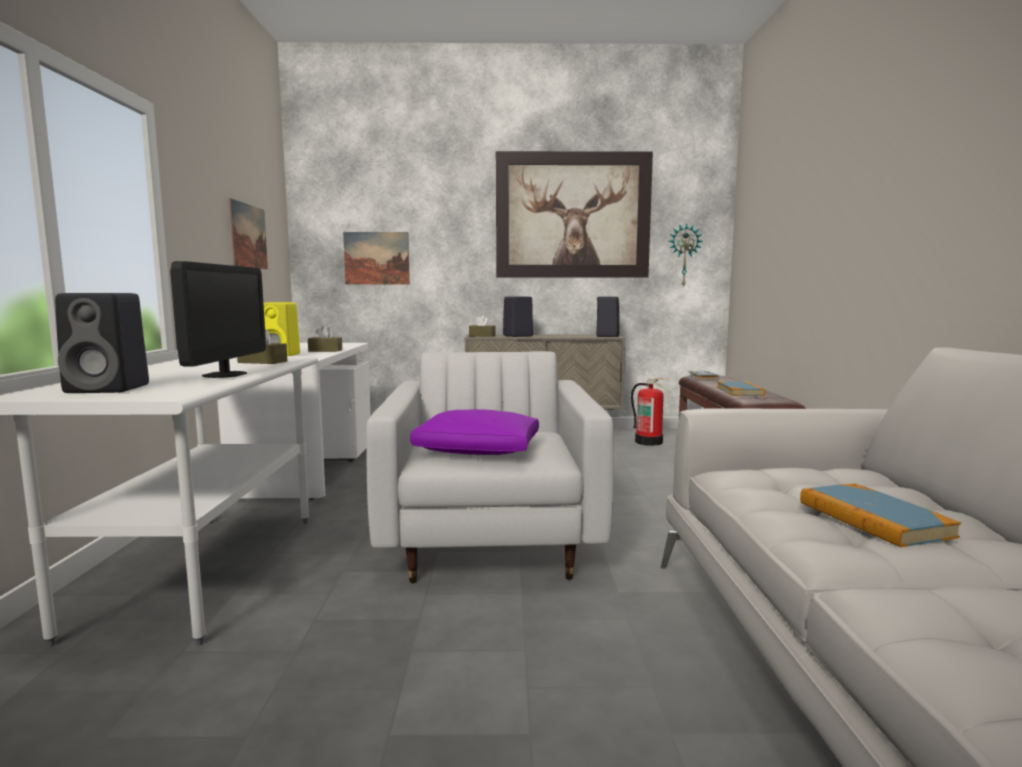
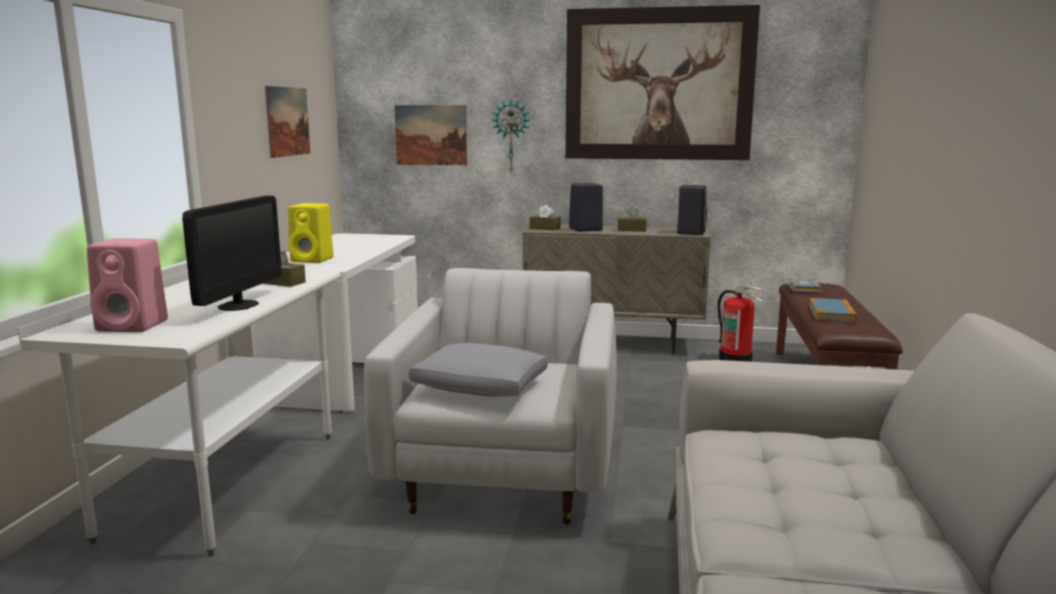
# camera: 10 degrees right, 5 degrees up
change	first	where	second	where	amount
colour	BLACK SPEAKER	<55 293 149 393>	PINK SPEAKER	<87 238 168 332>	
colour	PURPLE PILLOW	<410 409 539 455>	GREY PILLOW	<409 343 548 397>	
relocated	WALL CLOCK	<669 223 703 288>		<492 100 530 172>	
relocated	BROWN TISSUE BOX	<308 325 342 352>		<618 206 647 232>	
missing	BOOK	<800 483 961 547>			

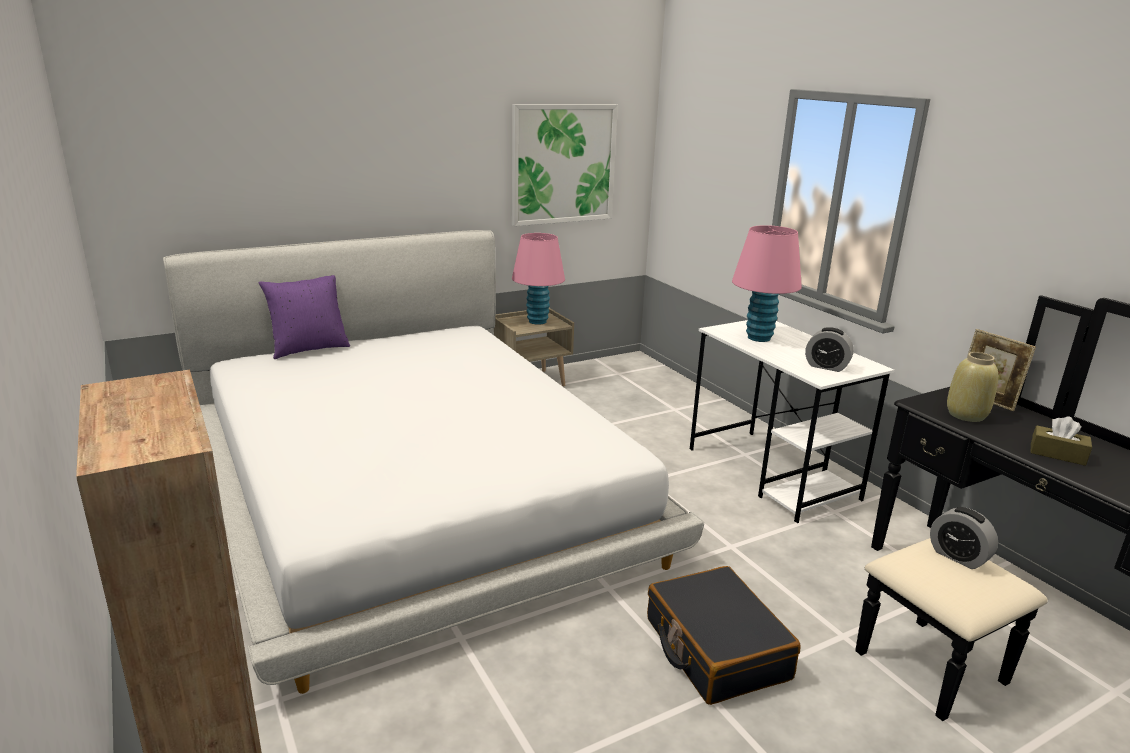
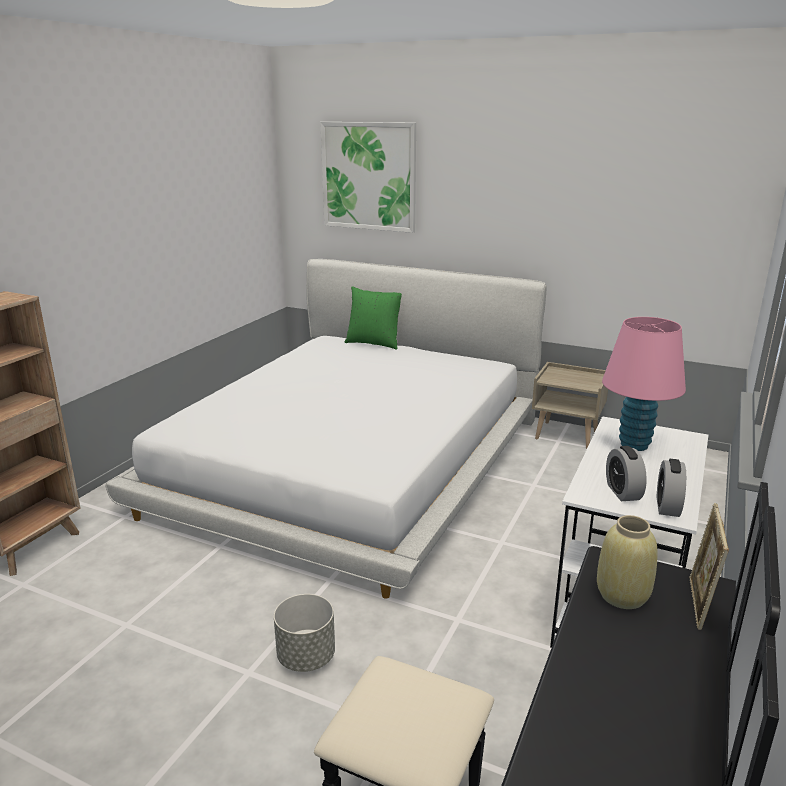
# camera: 55 degrees right, 0 degrees up
change	first	where	second	where	amount
exchanged	BLACK SUITCASE	<647 566 801 705>	GREY PLANTER	<274 594 335 672>	
relocated	PICTURE	<512 104 618 226>		<320 122 416 233>	
colour	PURPLE PILLOW	<259 275 350 359>	GREEN PILLOW	<345 286 402 350>	
relocated	ALARM CLOCK	<930 507 998 569>		<657 459 686 517>	
missing	PINK TABLE LAMP	<512 233 565 325>			
missing	BROWN TISSUE BOX	<1031 416 1092 466>			

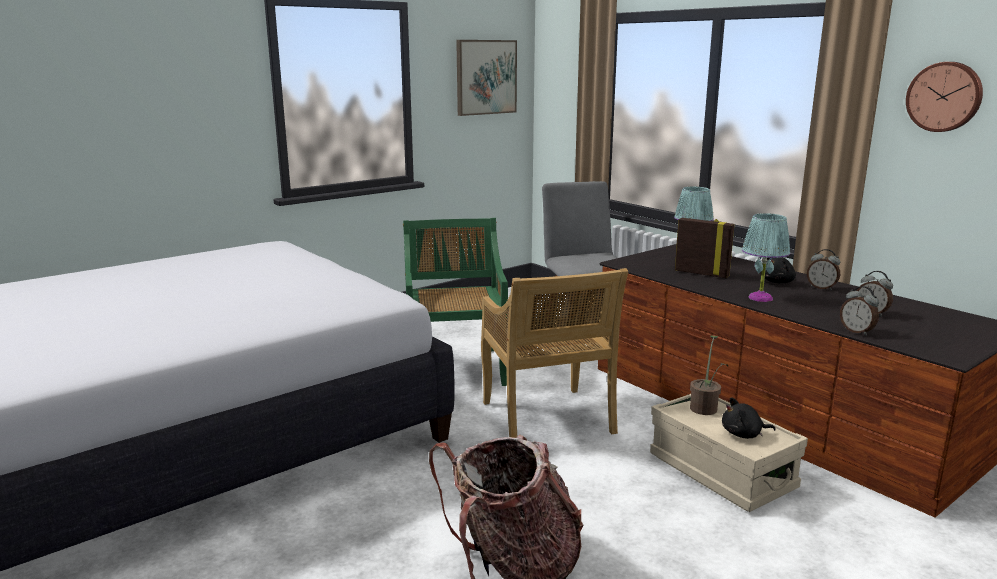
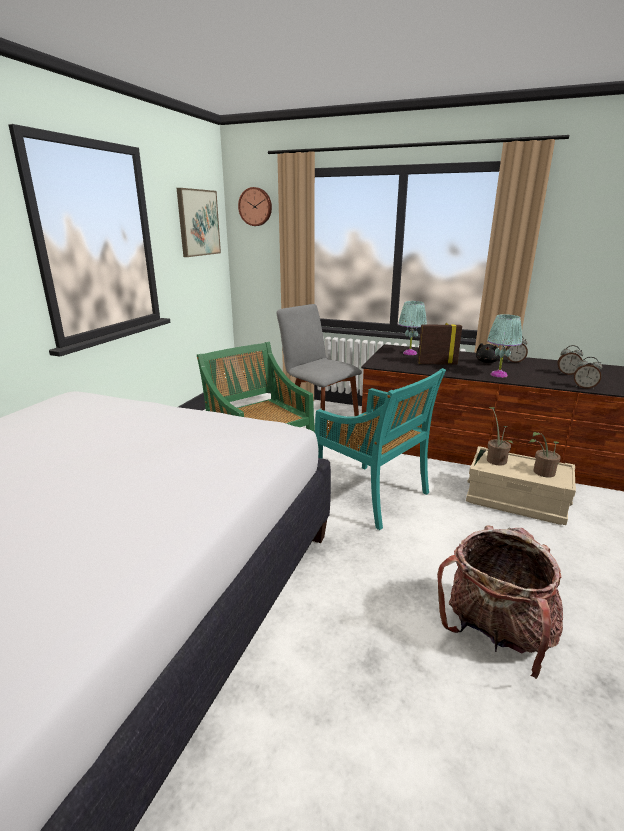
# camera: 30 degrees left, 5 degrees up
change	first	where	second	where	amount
relocated	WALL CLOCK	<906 62 983 132>		<238 187 272 226>	
colour	BEIGE CHAIR	<481 268 628 438>	TURQUOISE CHAIR	<315 368 446 530>	
exchanged	BLACK PLUSH TOY	<722 398 776 439>	POTTED PLANT	<529 432 561 478>	

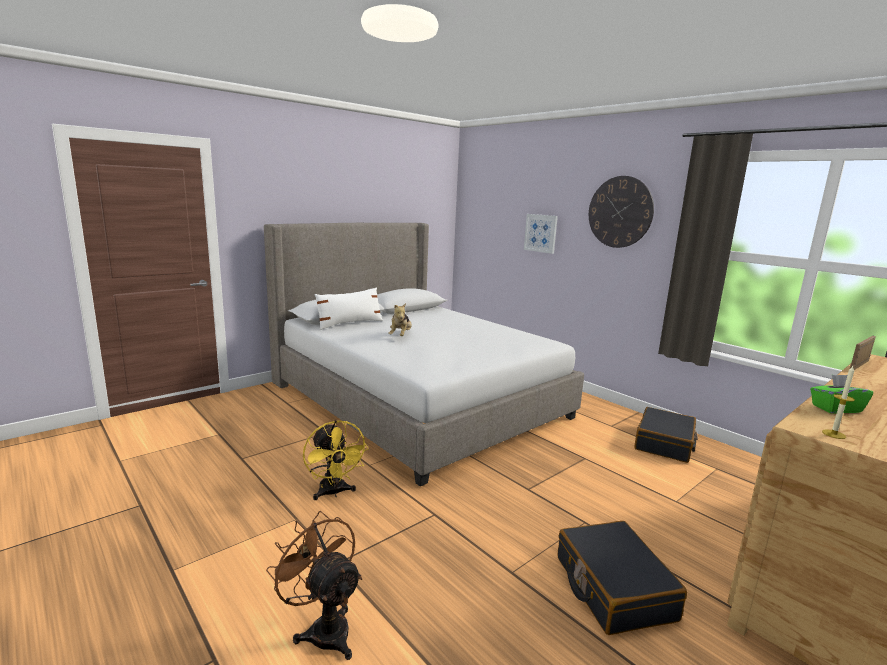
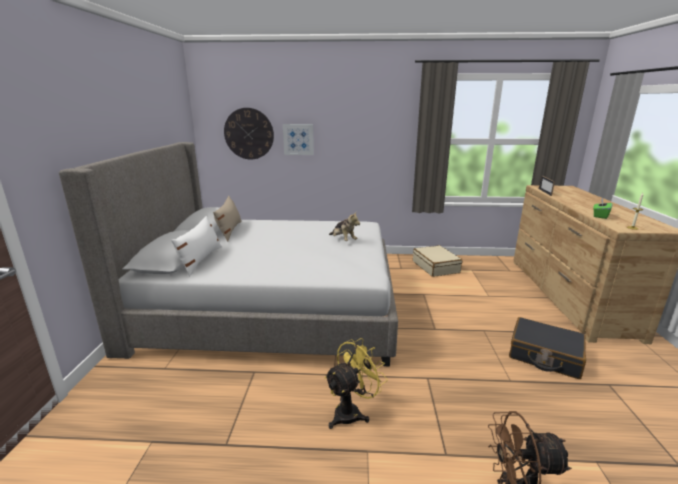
# camera: 45 degrees left, 5 degrees up
change	first	where	second	where	amount
appeared			BEIGE PILLOW	<213 196 242 242>	
relocated	WALL CLOCK	<589 176 654 248>		<224 108 274 160>	
spun	YELLOW FAN	<303 420 369 500>		<324 338 388 429>	60 degrees counterclockwise
relocated	PLUSH TOY	<388 303 412 336>		<329 212 360 241>	
colour	BLACK SUITCASE	<634 407 698 463>	BEIGE SUITCASE	<413 245 462 277>	

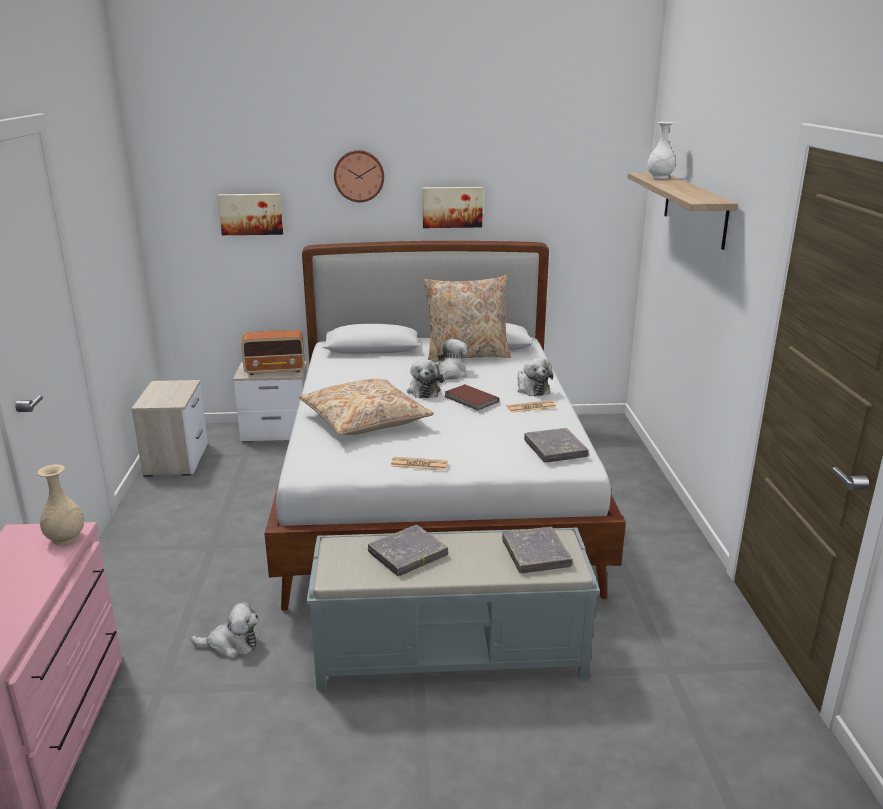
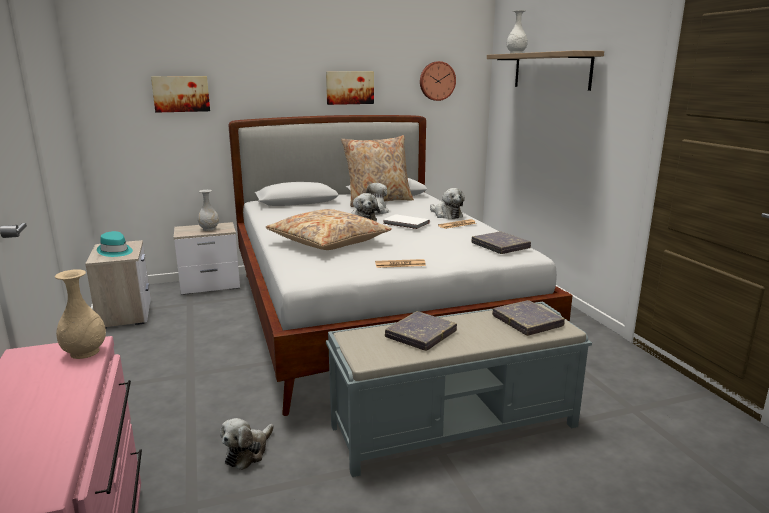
# camera: 15 degrees left, 5 degrees down
change	first	where	second	where	amount
appeared			TURQUOISE HAT	<97 231 133 257>	
exchanged	RADIO	<241 330 304 375>	WHITE VASE	<198 190 219 231>	
spun	PLUSH TOY	<191 602 259 659>		<220 418 274 470>	135 degrees clockwise
colour	BROWN BOOK	<444 384 499 411>	WHITE BOOK	<383 214 430 229>	
relocated	WALL CLOCK	<334 150 384 202>		<420 61 456 101>	

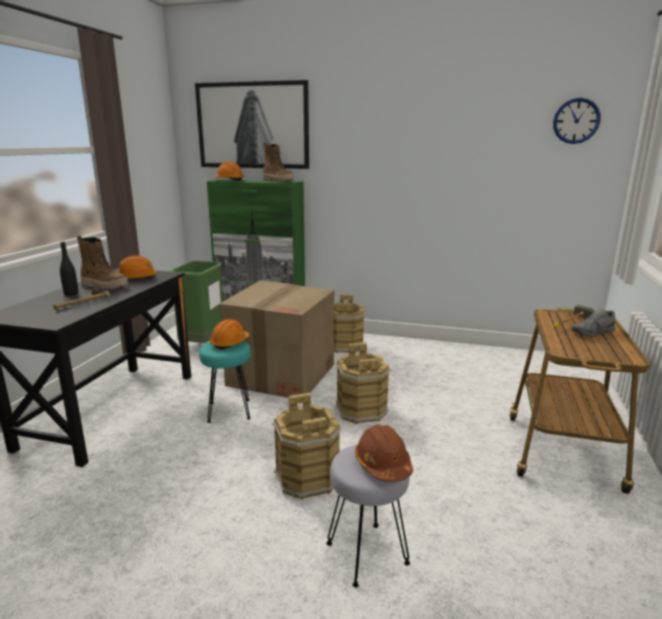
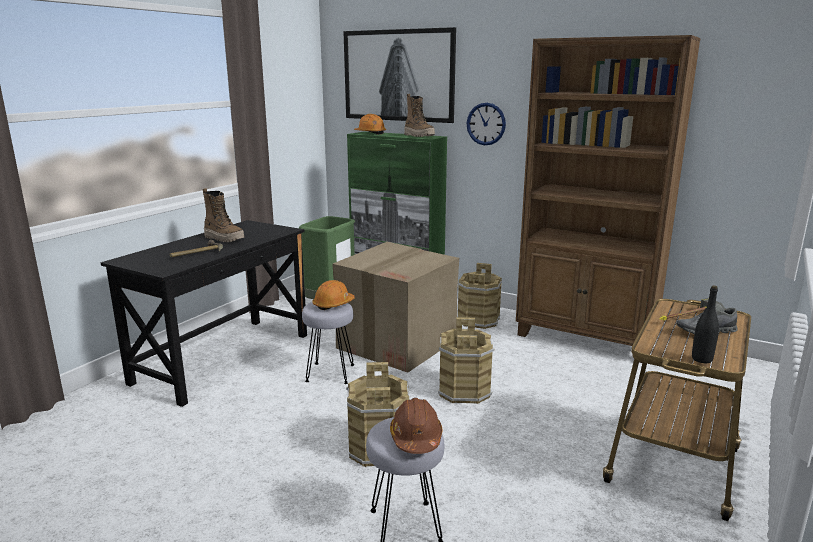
# camera: 15 degrees right, 0 degrees up
change	first	where	second	where	amount
colour	TURQUOISE STOOL	<199 341 251 423>	GREY STOOL	<302 302 354 384>	
relocated	WALL CLOCK	<553 98 601 144>		<467 103 506 145>	
appeared			BROWN BOOKCASE	<516 35 701 363>	
relocated	BLACK BOTTLE	<60 242 78 296>		<692 286 719 363>	
missing	ORANGE HARD HAT	<119 255 156 279>			

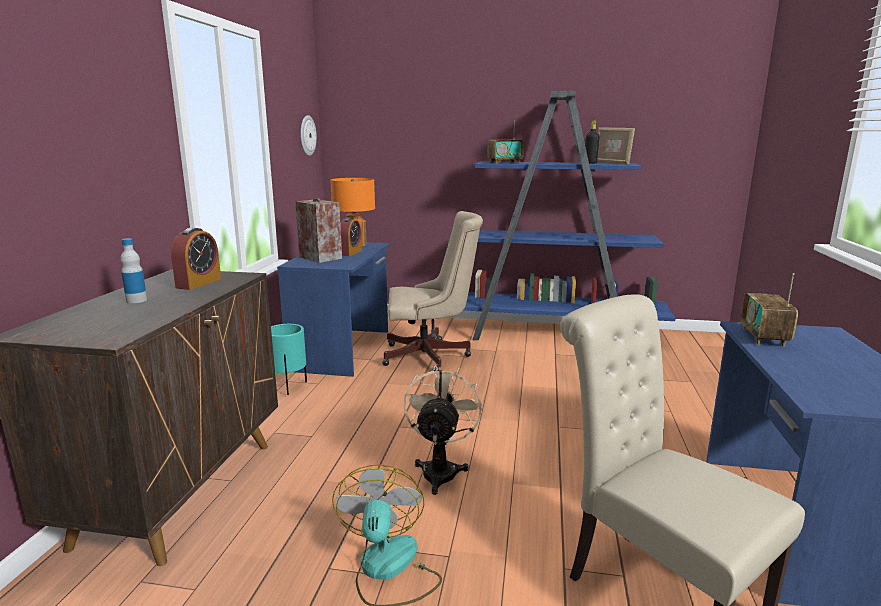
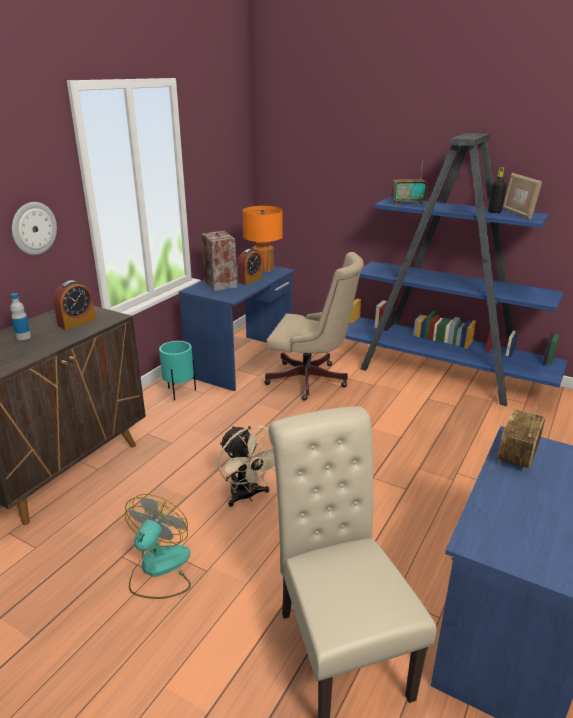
# camera: 20 degrees right, 10 degrees up
change	first	where	second	where	amount
relocated	WALL CLOCK	<301 115 317 156>		<12 202 57 255>	
spun	BEIGE FAN	<404 365 482 495>		<218 426 275 507>	120 degrees clockwise

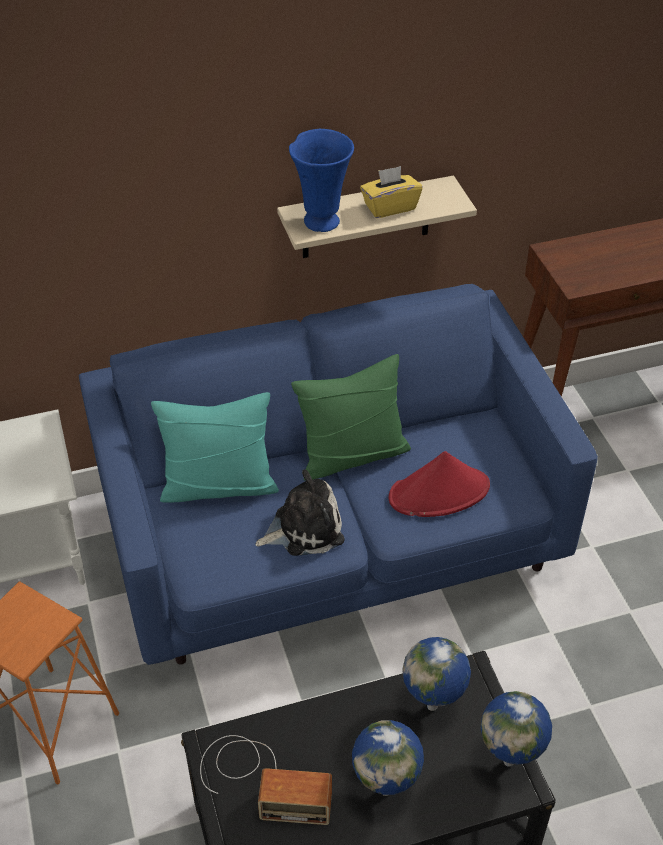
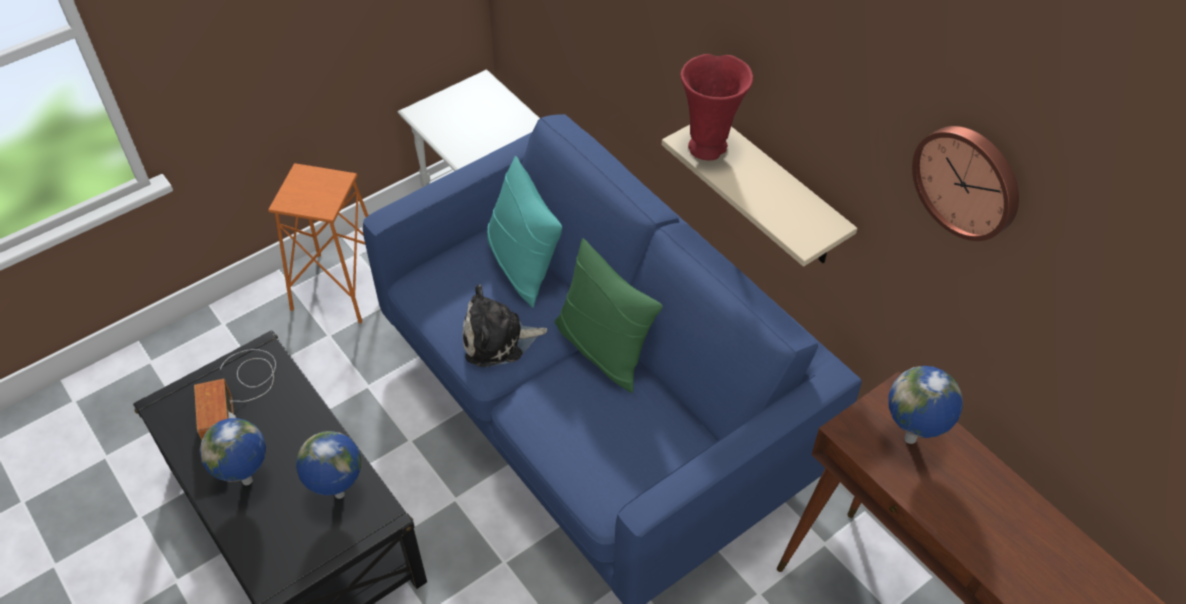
# camera: 70 degrees right, 5 degrees up
change	first	where	second	where	amount
spun	PLUSH TOY	<255 469 345 556>		<463 284 548 367>	120 degrees clockwise
colour	BLUE VASE	<289 129 354 232>	RED VASE	<680 54 753 160>	
relocated	GLOBE	<481 691 552 767>		<888 366 963 444>	
appeared			WALL CLOCK	<912 126 1019 241>	
missing	YELLOW TISSUE BOX	<360 166 423 218>			
missing	RED HAT	<389 451 490 517>			

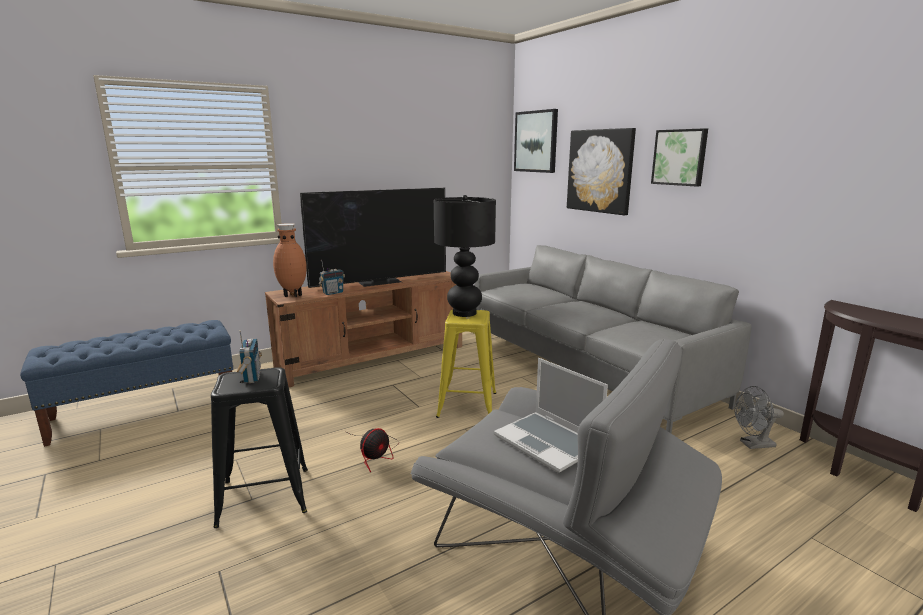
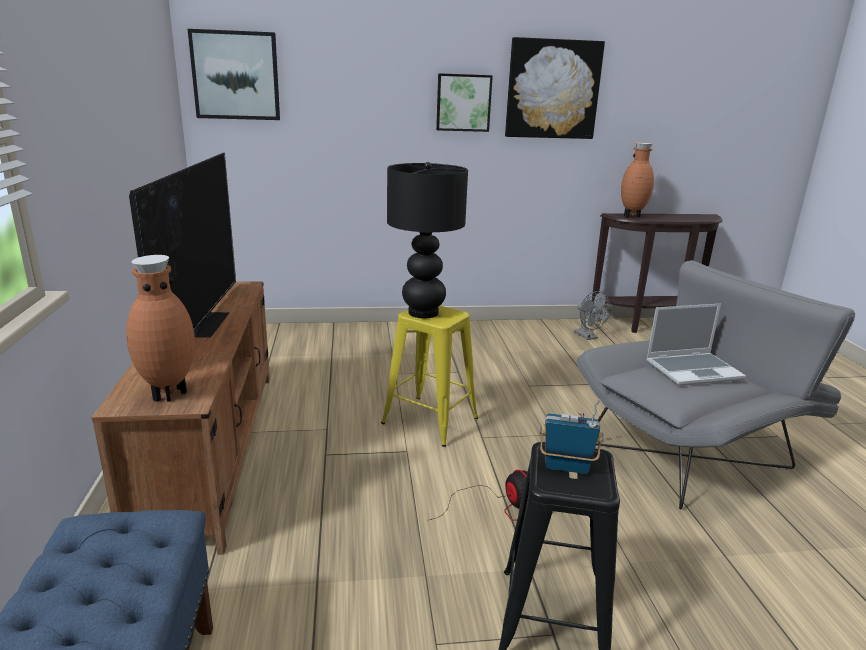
# camera: 65 degrees left, 5 degrees up
change	first	where	second	where	amount
relocated	PICTURE	<567 128 636 215>		<505 37 605 139>	
spun	GREY FAN	<735 386 784 449>		<574 291 610 340>	45 degrees counterclockwise
appeared			BROWN VASE	<621 143 654 218>	
missing	RADIO	<319 260 345 295>			
missing	GREY SOFA	<475 245 752 433>			

